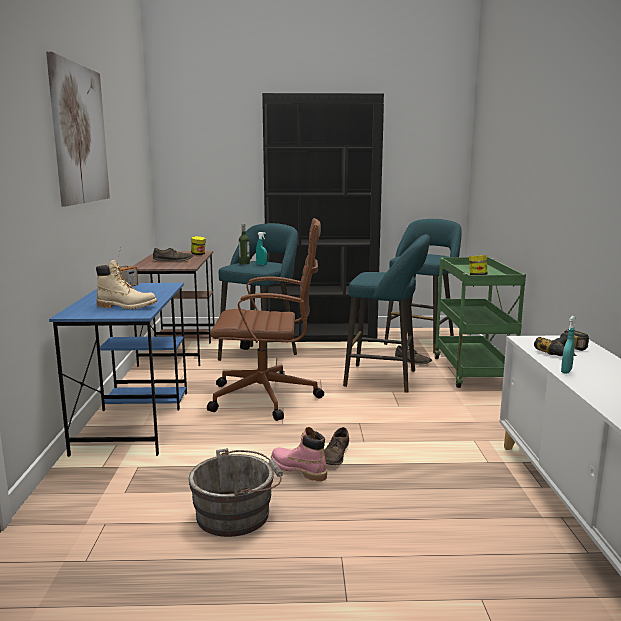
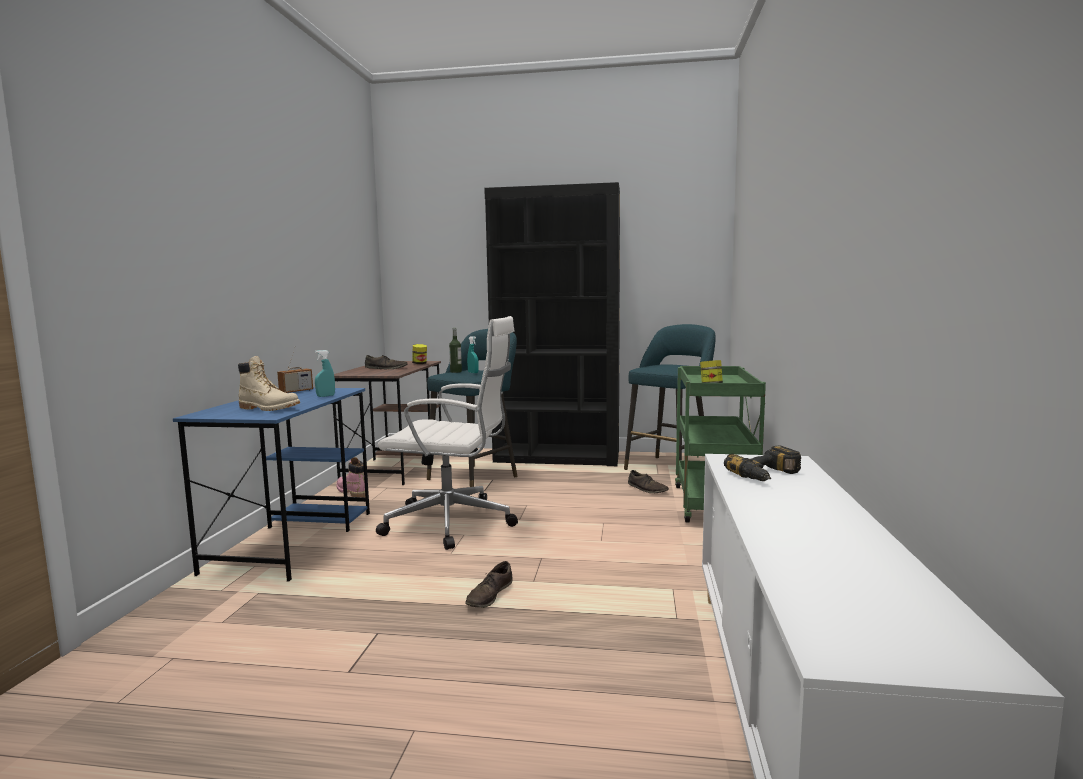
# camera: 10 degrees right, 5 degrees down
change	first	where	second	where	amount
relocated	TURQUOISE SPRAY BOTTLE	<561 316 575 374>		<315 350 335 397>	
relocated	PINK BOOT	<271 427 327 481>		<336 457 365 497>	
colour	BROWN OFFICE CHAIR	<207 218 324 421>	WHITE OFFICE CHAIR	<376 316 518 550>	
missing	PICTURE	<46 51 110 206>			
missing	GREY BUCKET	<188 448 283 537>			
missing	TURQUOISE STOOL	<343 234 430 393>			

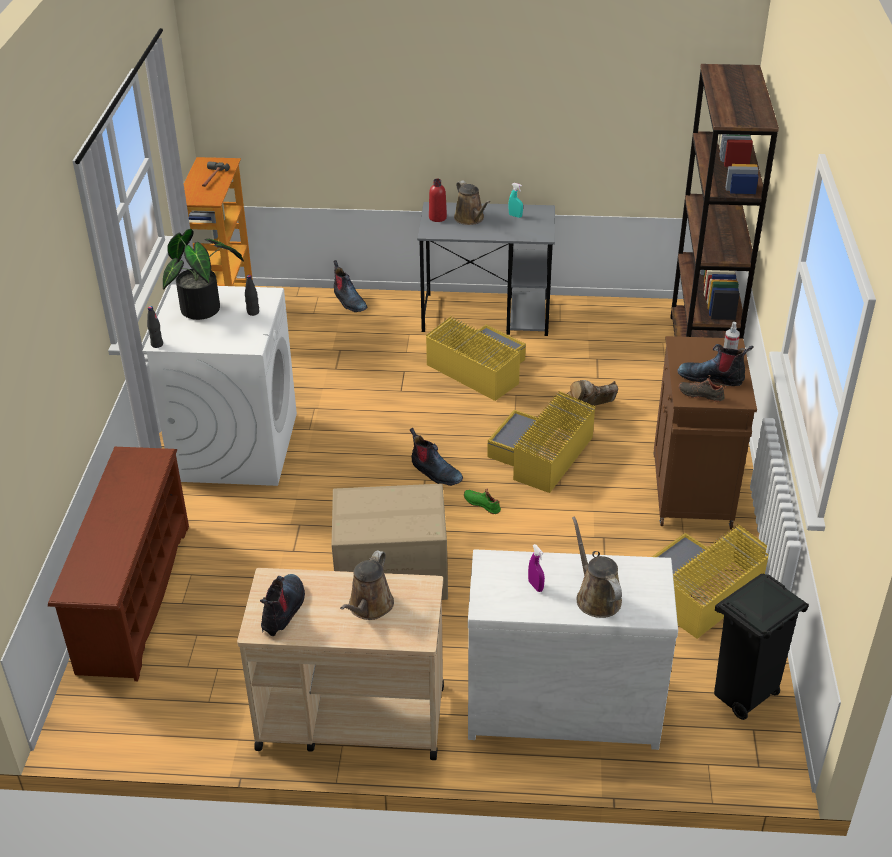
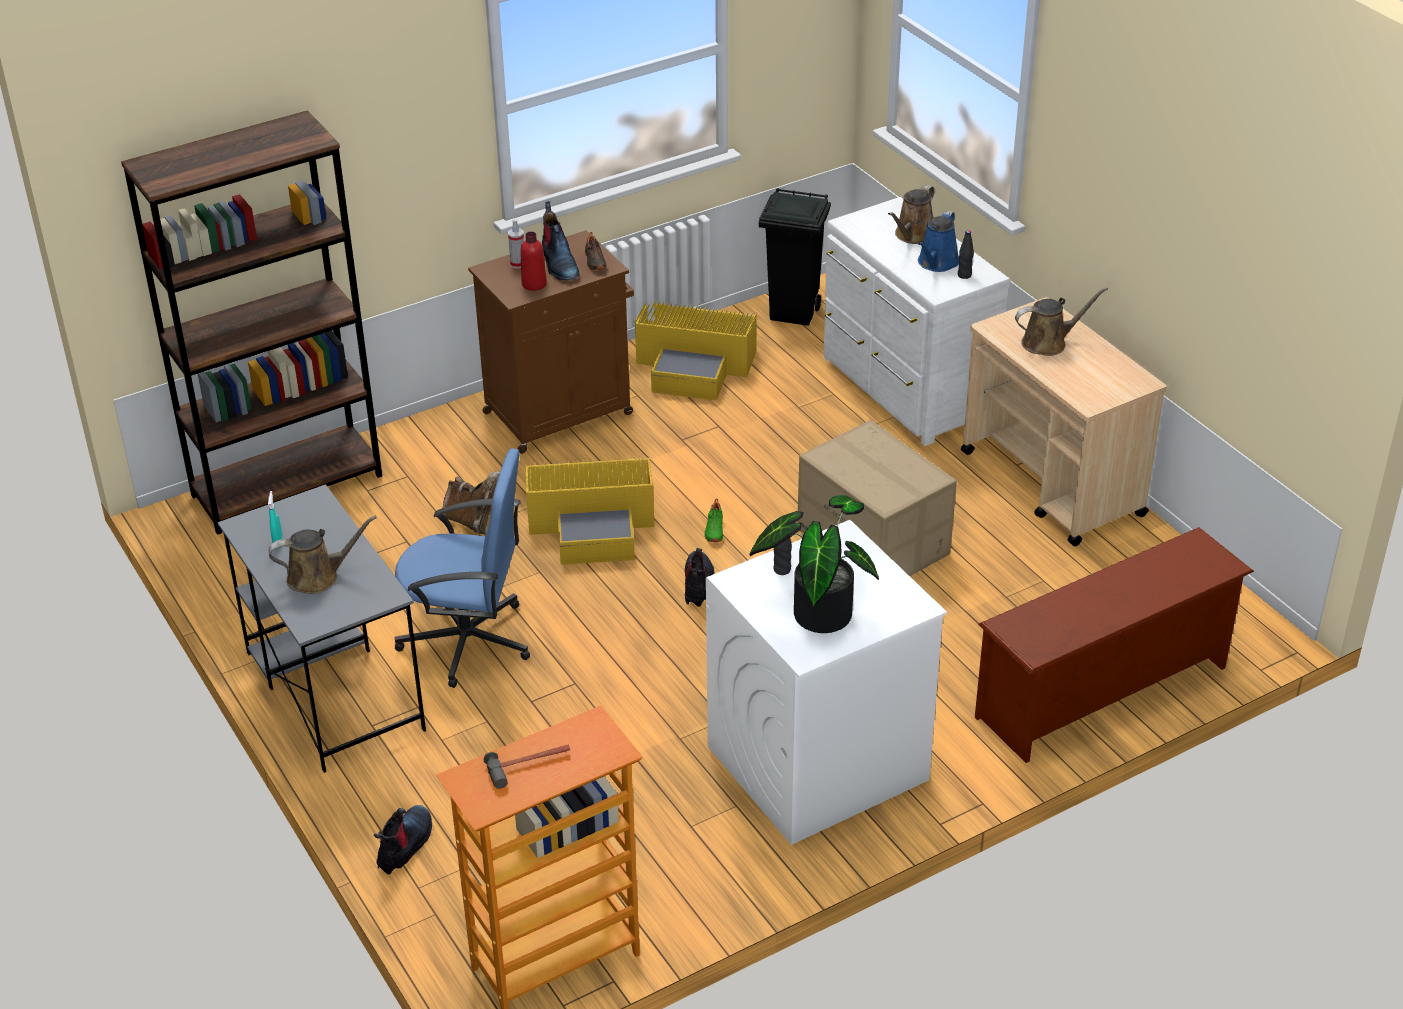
# camera: 125 degrees left, 0 degrees up
change	first	where	second	where	amount
spun	BROWN WATERING CAN	<454 180 490 225>		<269 516 377 594>	45 degrees clockwise
exchanged	YELLOW STORAGE BOX	<426 316 526 401>	BLUE OFFICE CHAIR	<394 448 530 688>	
relocated	RED BOTTLE	<429 179 447 222>		<520 232 547 291>	
exchanged	PURPLE SPRAY BOTTLE	<528 544 545 592>	BLUE WATERING CAN	<918 211 959 272>	
relocated	BLACK BOTTLE	<147 306 163 348>		<958 230 974 279>	
missing	BOOT	<260 574 305 636>			

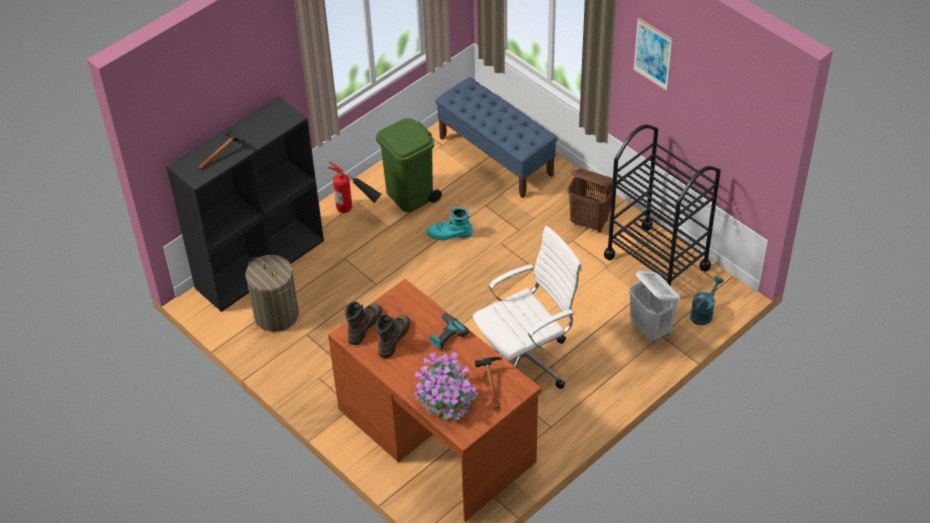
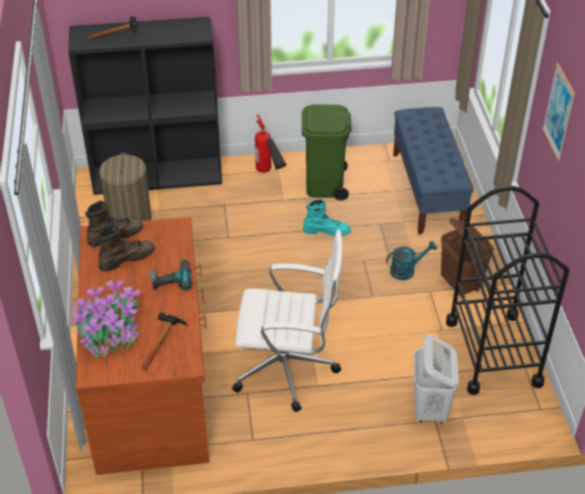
# camera: 35 degrees right, 5 degrees down
change	first	where	second	where	amount
spun	TURQUOISE BOOT	<426 207 473 241>		<303 199 351 236>	150 degrees clockwise
relocated	TURQUOISE WATERING CAN	<690 276 724 325>		<386 241 437 280>	

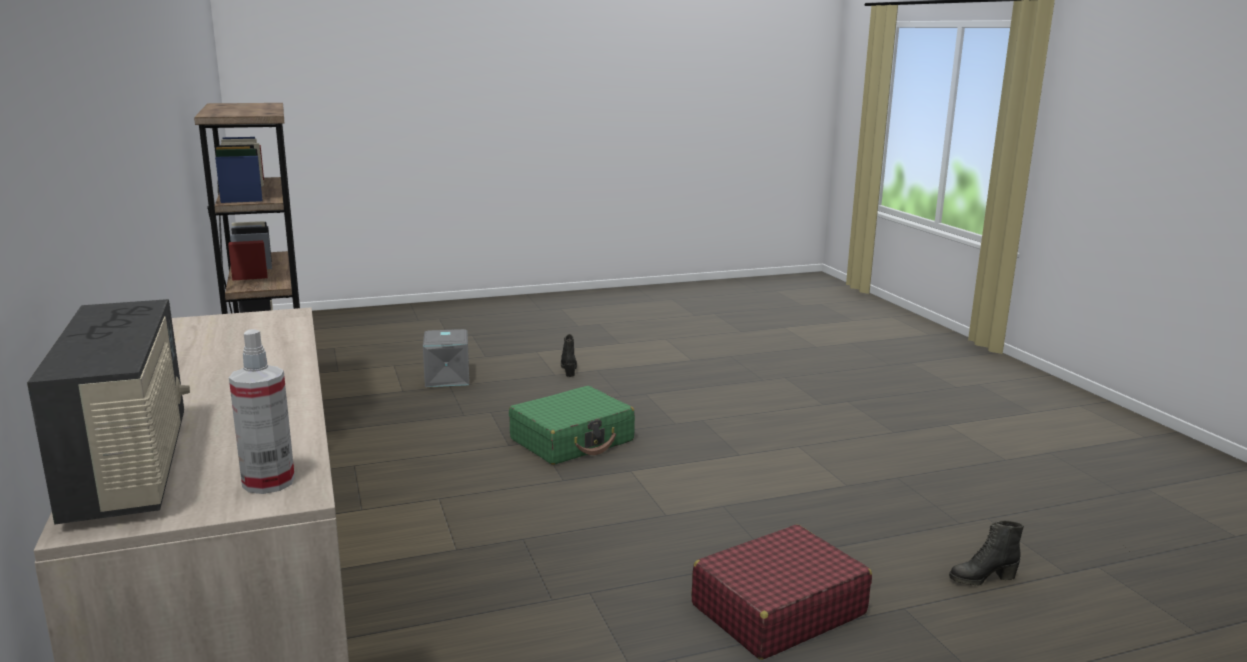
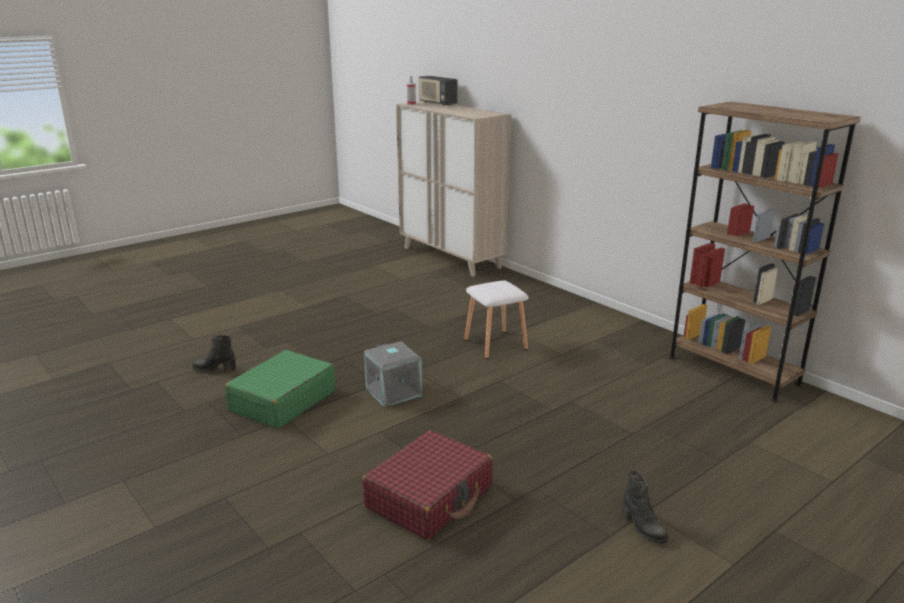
# camera: 160 degrees right, 5 degrees up
change	first	where	second	where	amount
spun	BLACK BOOT	<949 521 1024 586>		<192 335 236 372>	150 degrees counterclockwise
relocated	GREEN SUITCASE	<509 386 635 465>		<225 350 335 429>	
relocated	RED SUITCASE	<692 525 872 660>		<362 430 493 540>	
relocated	GREY STORAGE BOX	<423 329 469 387>		<364 341 422 407>	
appeared			WHITE STOOL	<464 280 529 359>	

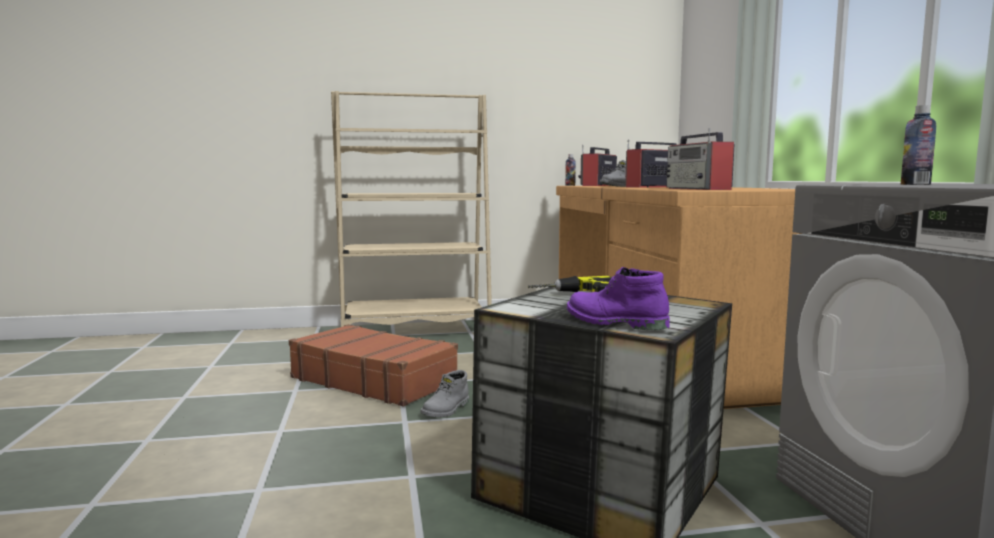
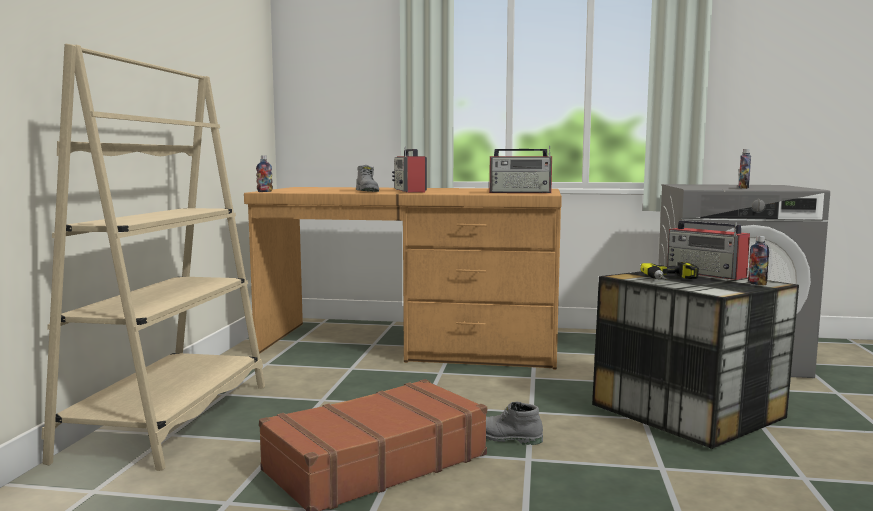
# camera: 70 degrees left, 0 degrees up
change	first	where	second	where	amount
spun	GREY BOOT	<421 370 469 417>		<486 402 543 445>	150 degrees clockwise
relocated	RADIO	<578 145 617 186>		<667 220 750 280>	
exchanged	PURPLE BOOT	<567 267 670 330>	BOTTLE	<748 236 769 285>	

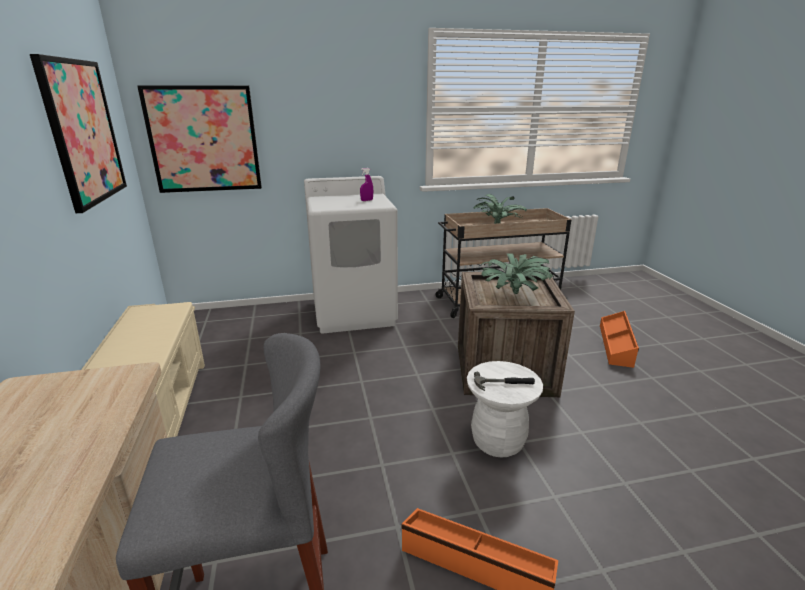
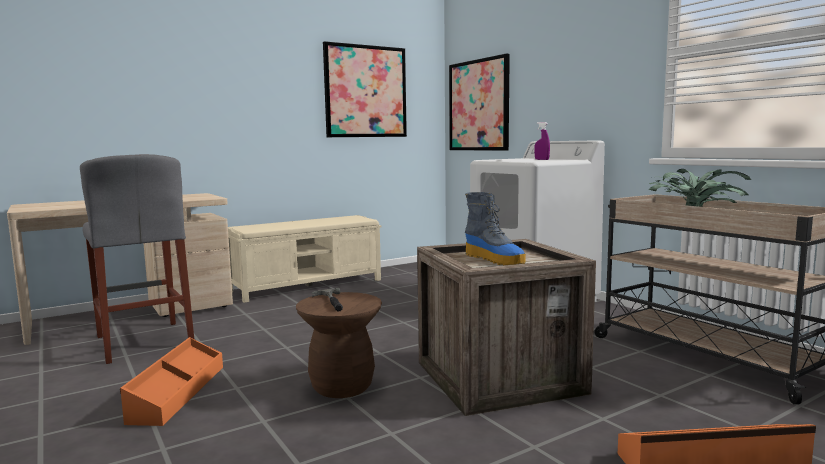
# camera: 70 degrees right, 15 degrees down
change	first	where	second	where	amount
colour	WHITE STOOL	<467 361 543 458>	BROWN STOOL	<296 292 382 398>	
exchanged	POTTED PLANT	<481 253 553 294>	BOOT	<465 192 526 265>	

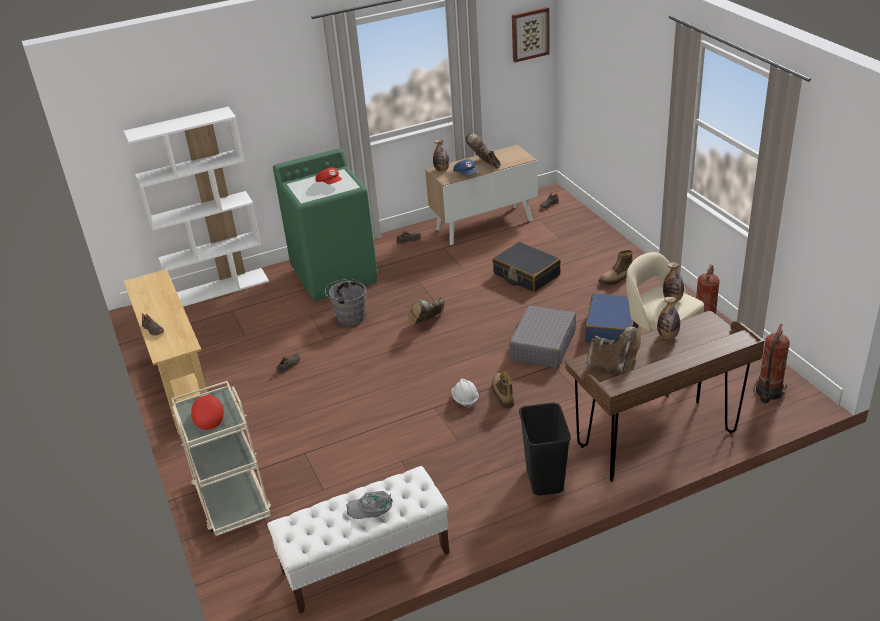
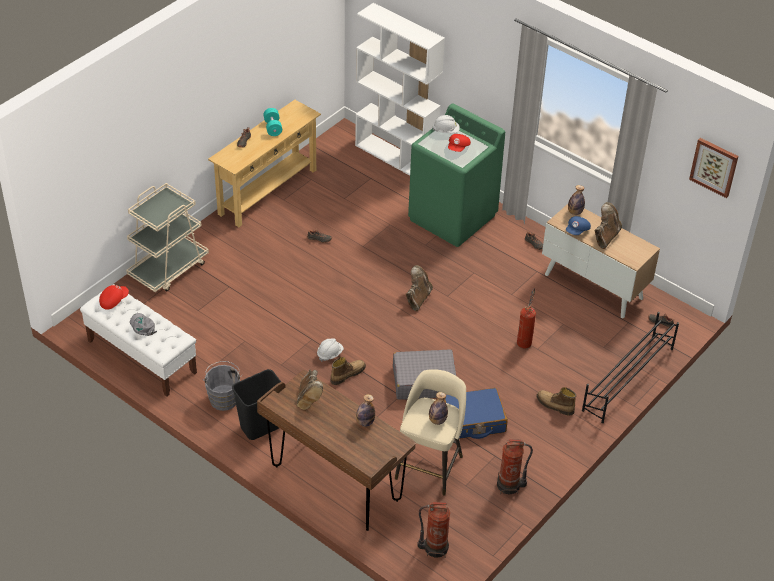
# camera: 60 degrees right, 10 degrees up
change	first	where	second	where	amount
relocated	RED CAP	<191 394 224 430>		<99 285 129 310>	
relocated	GREY BUCKET	<325 279 367 326>		<203 361 242 411>	
appeared			TURQUOISE DUMBBELL	<263 108 282 136>	
spun	BROWN BOOT	<408 297 445 325>		<406 265 433 311>	90 degrees clockwise
appeared			WHITE HARD HAT	<432 115 460 133>	
exchanged	BLACK SUITCASE	<492 242 561 292>	FIRE EXTINGUISHER	<517 288 536 349>	
appeared			BLACK SHOE RACK	<582 312 679 423>	

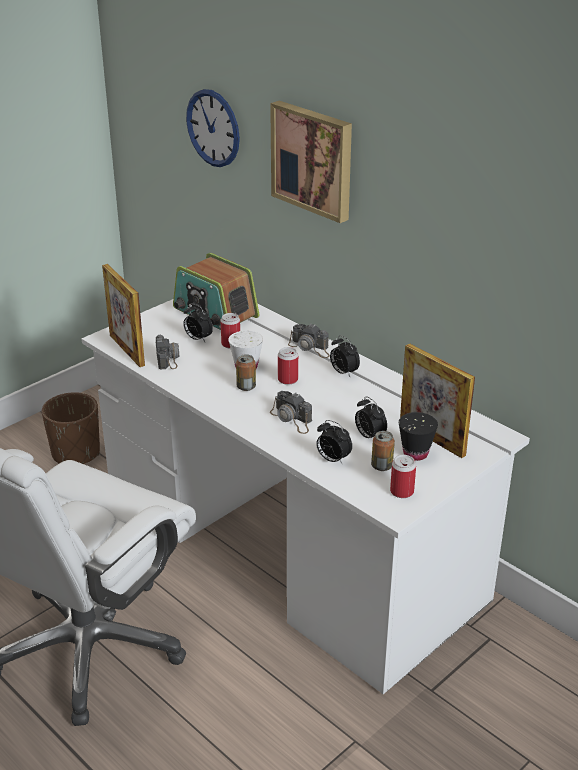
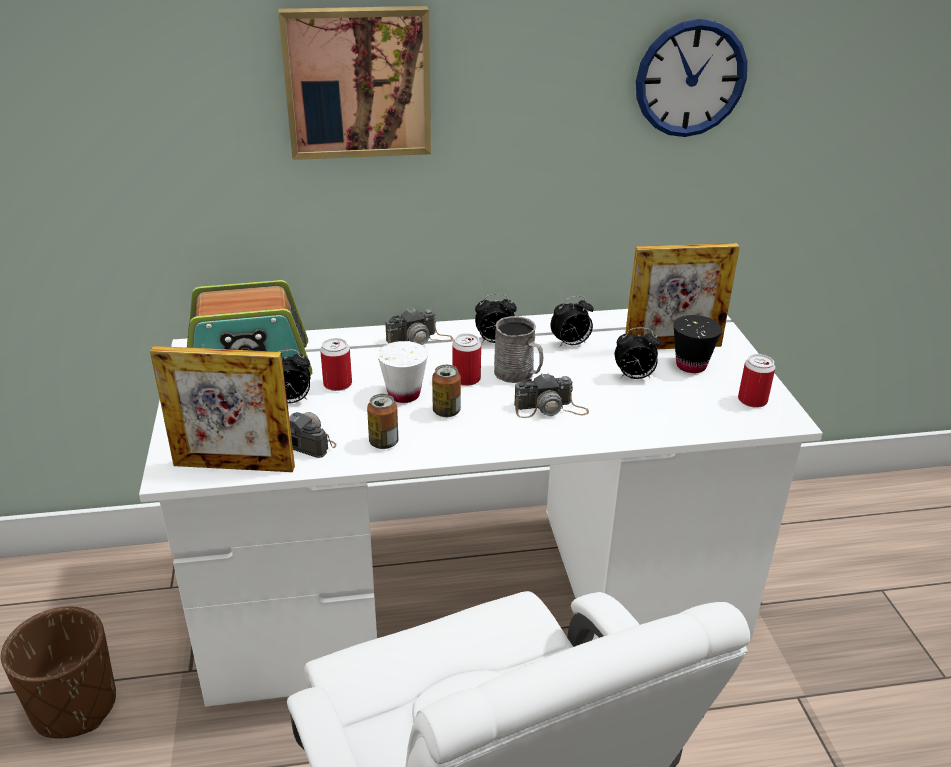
# camera: 55 degrees left, 0 degrees up
change	first	where	second	where	amount
relocated	CAN	<371 431 395 471>		<367 394 398 449>	
appeared			GREY MUG	<494 316 543 383>	
relocated	ALARM CLOCK	<316 420 352 465>		<550 296 594 347>	
relocated	WALL CLOCK	<186 89 240 167>		<636 19 747 137>	

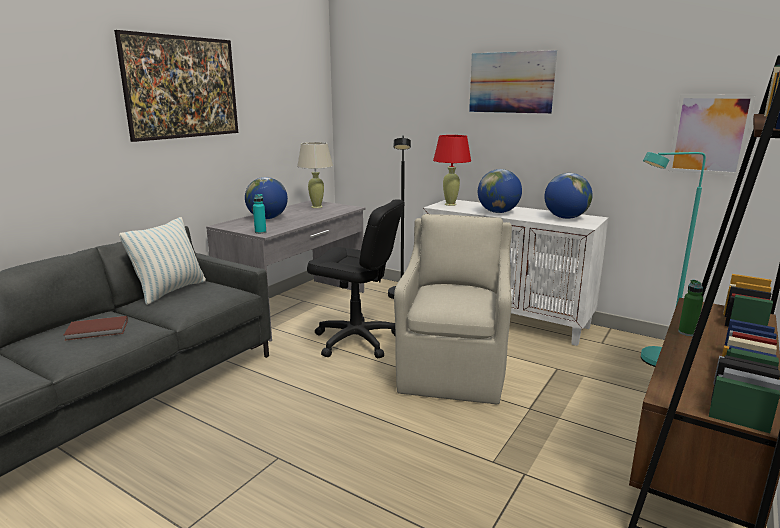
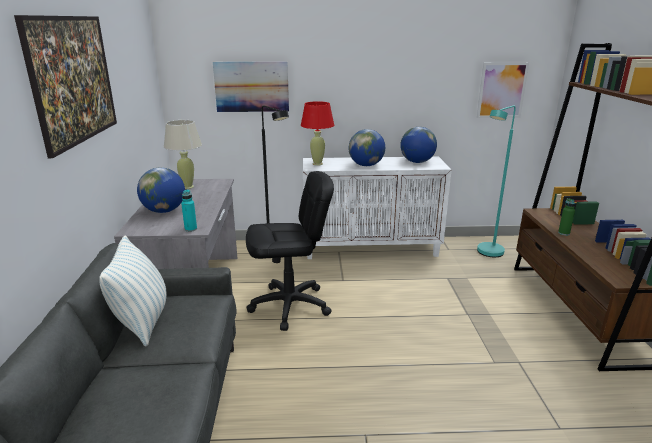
# camera: 35 degrees left, 5 degrees up
change	first	where	second	where	amount
relocated	PICTURE	<469 50 557 114>		<213 62 289 112>	
missing	BROWN BOOK	<64 316 128 341>			
missing	BEIGE ARMCHAIR	<394 214 512 404>			

